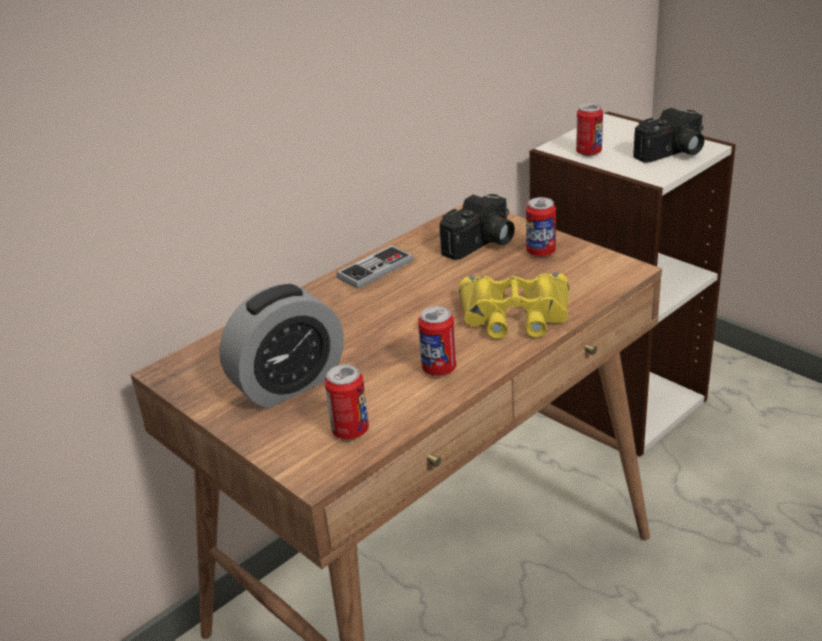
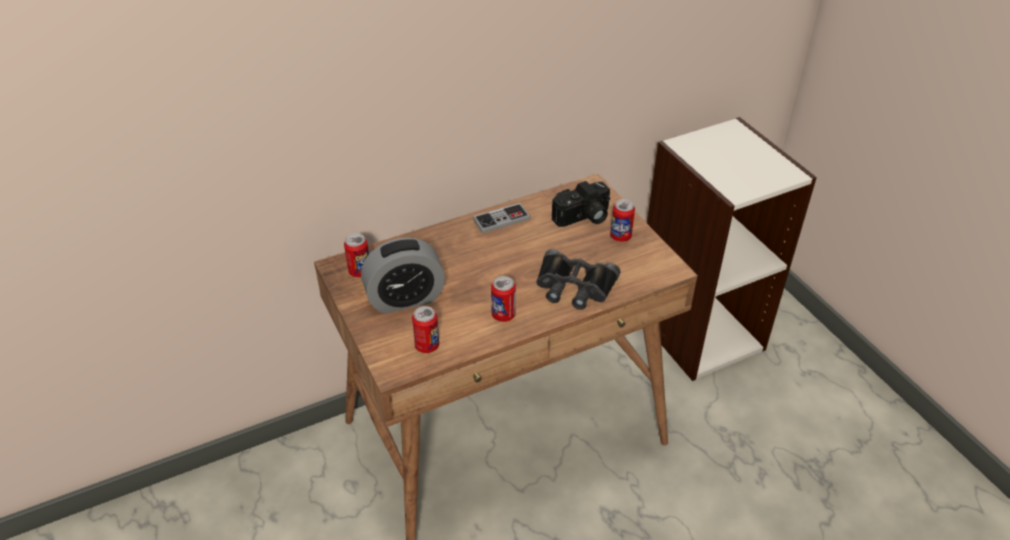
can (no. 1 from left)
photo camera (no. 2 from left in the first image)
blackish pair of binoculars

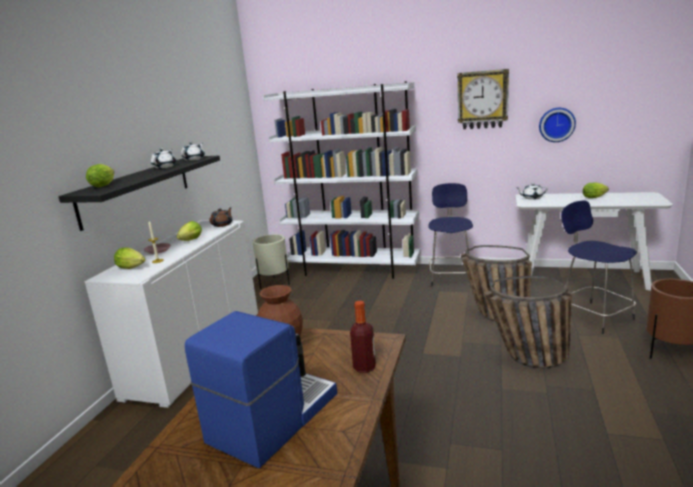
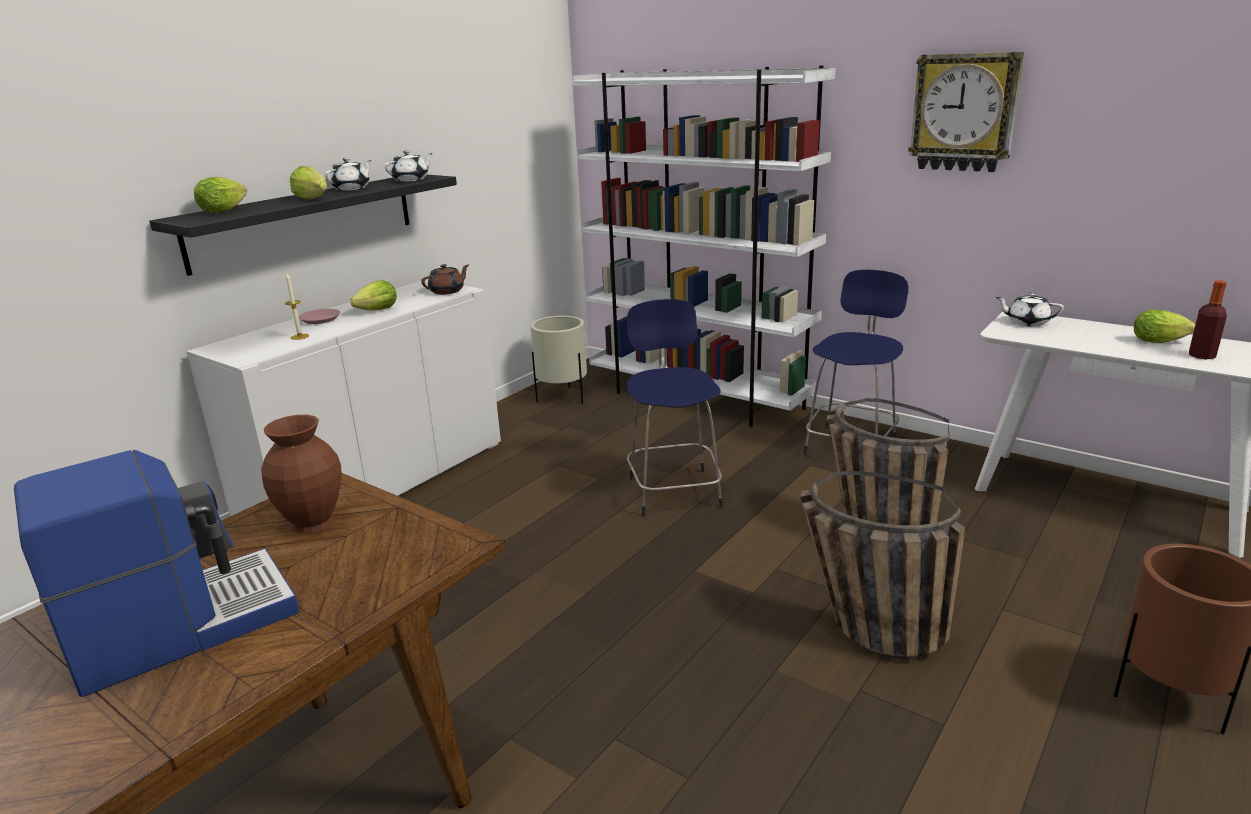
wall clock (no. 2 from left in the first image)
blue sitting stool (no. 1 from left)
lettuce head (no. 2 from left)
drink bottle

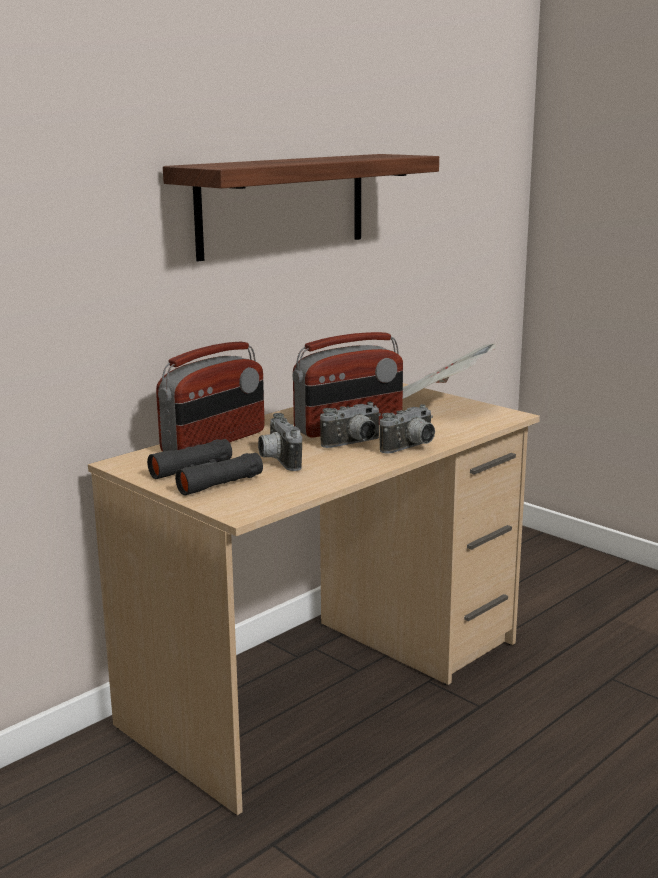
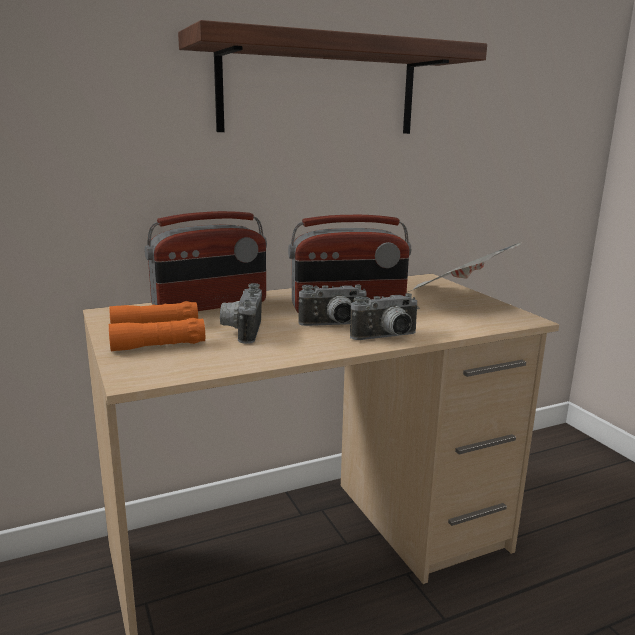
orange pair of binoculars

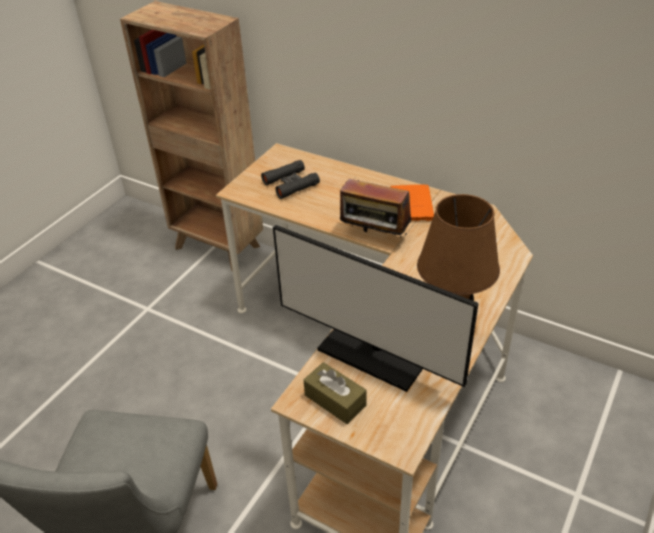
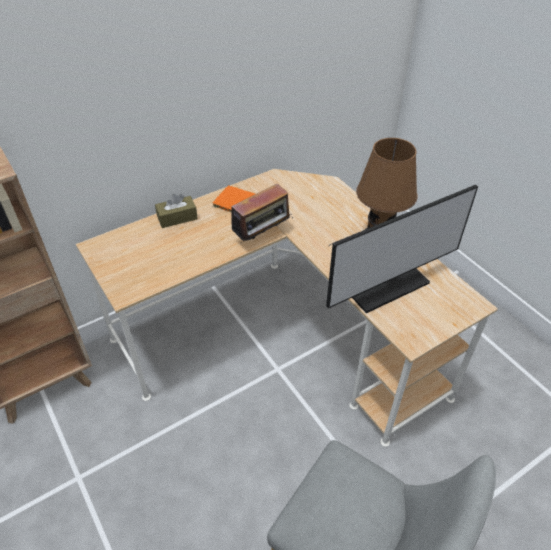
blackish pair of binoculars
brown tissue box

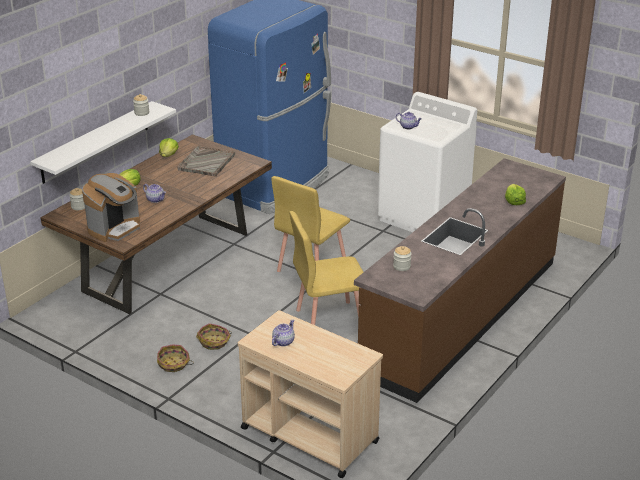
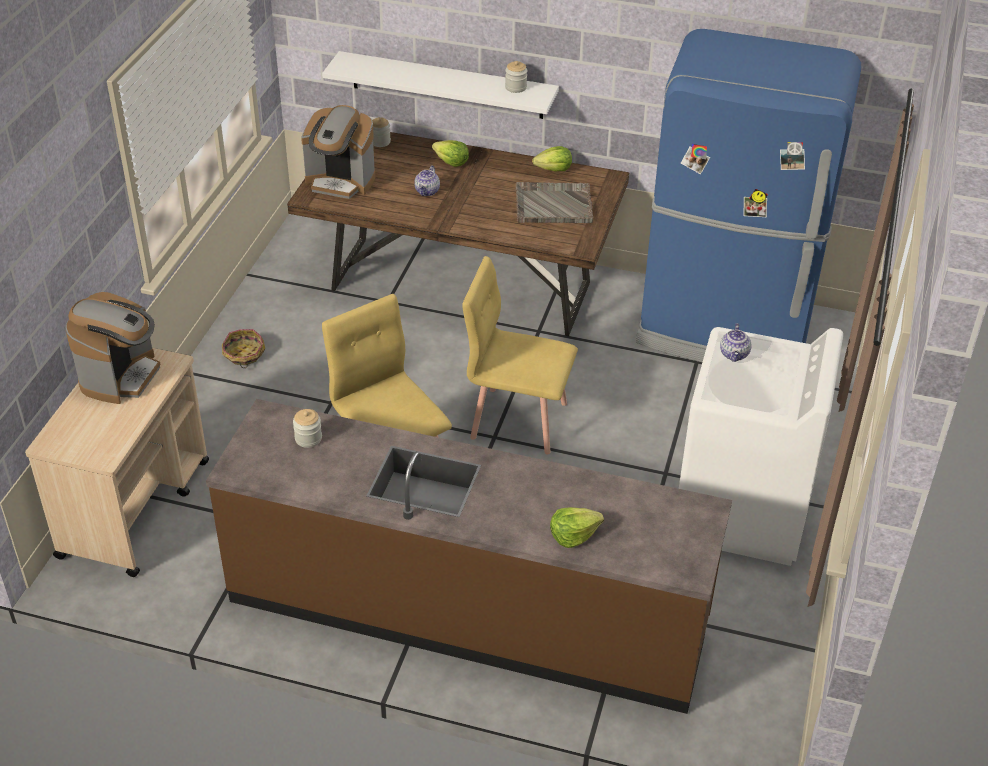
coffee brewer (no. 1 from left)
storage basket (no. 2 from left in the first image)

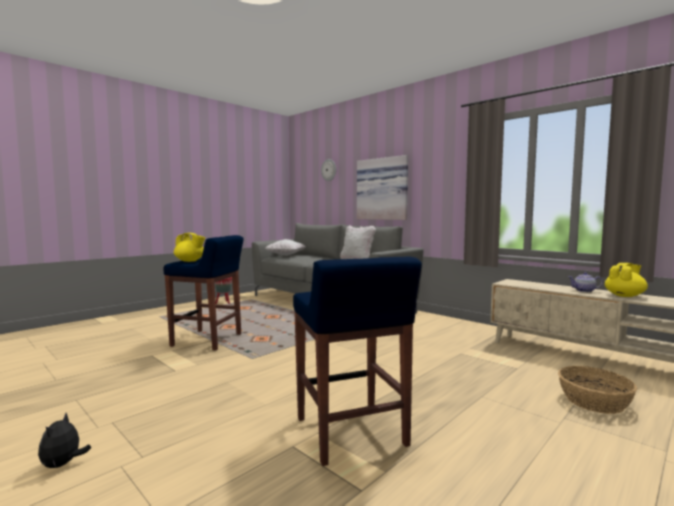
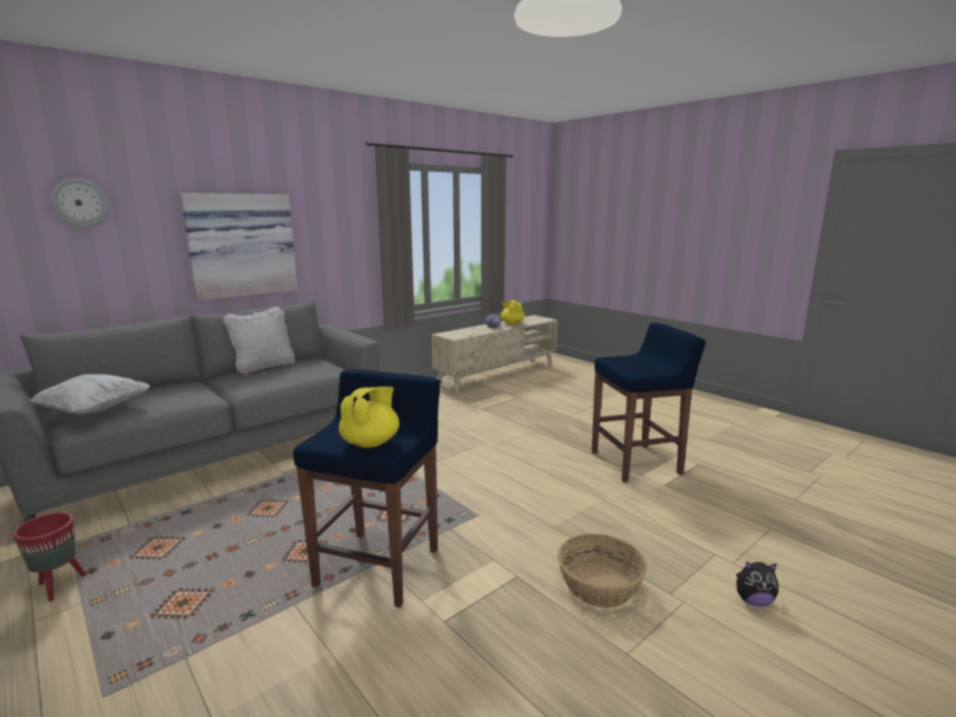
storage basket

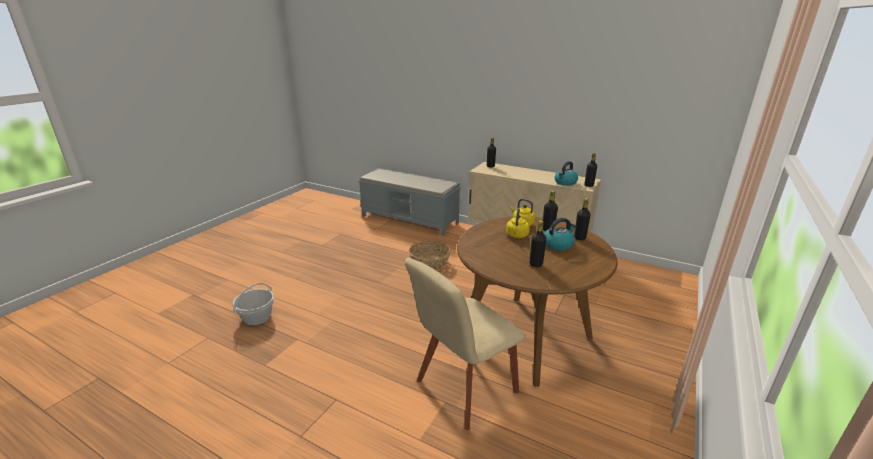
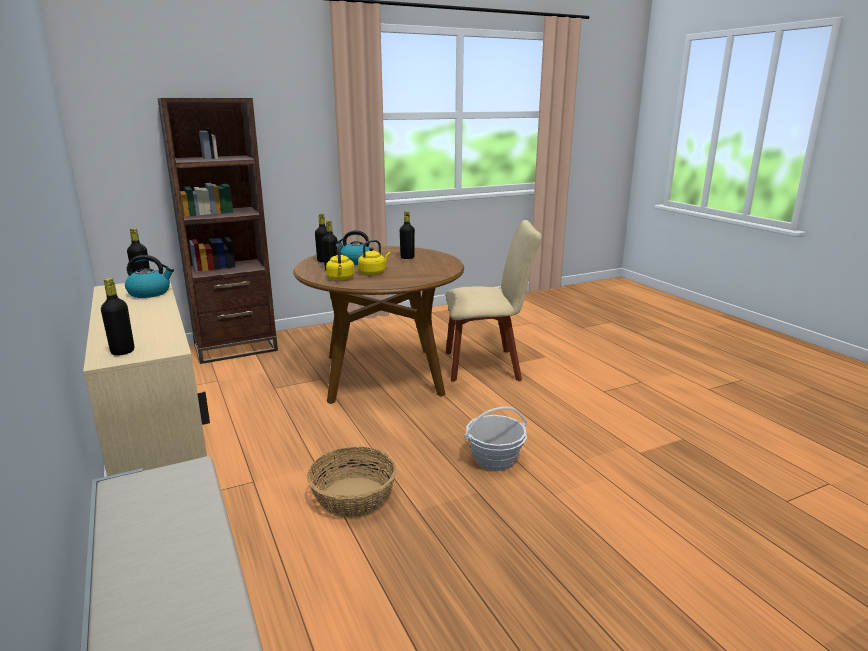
storage basket (no. 2 from left)
brown shelving unit

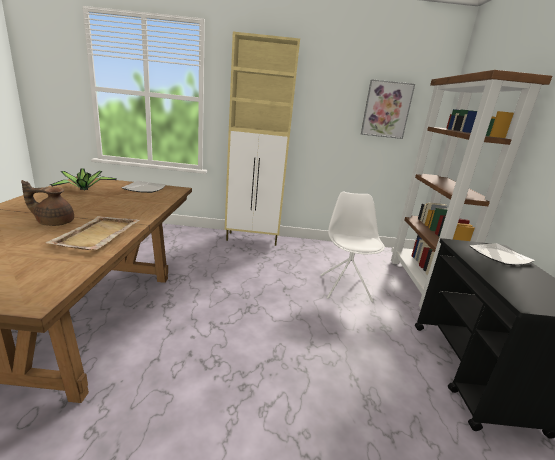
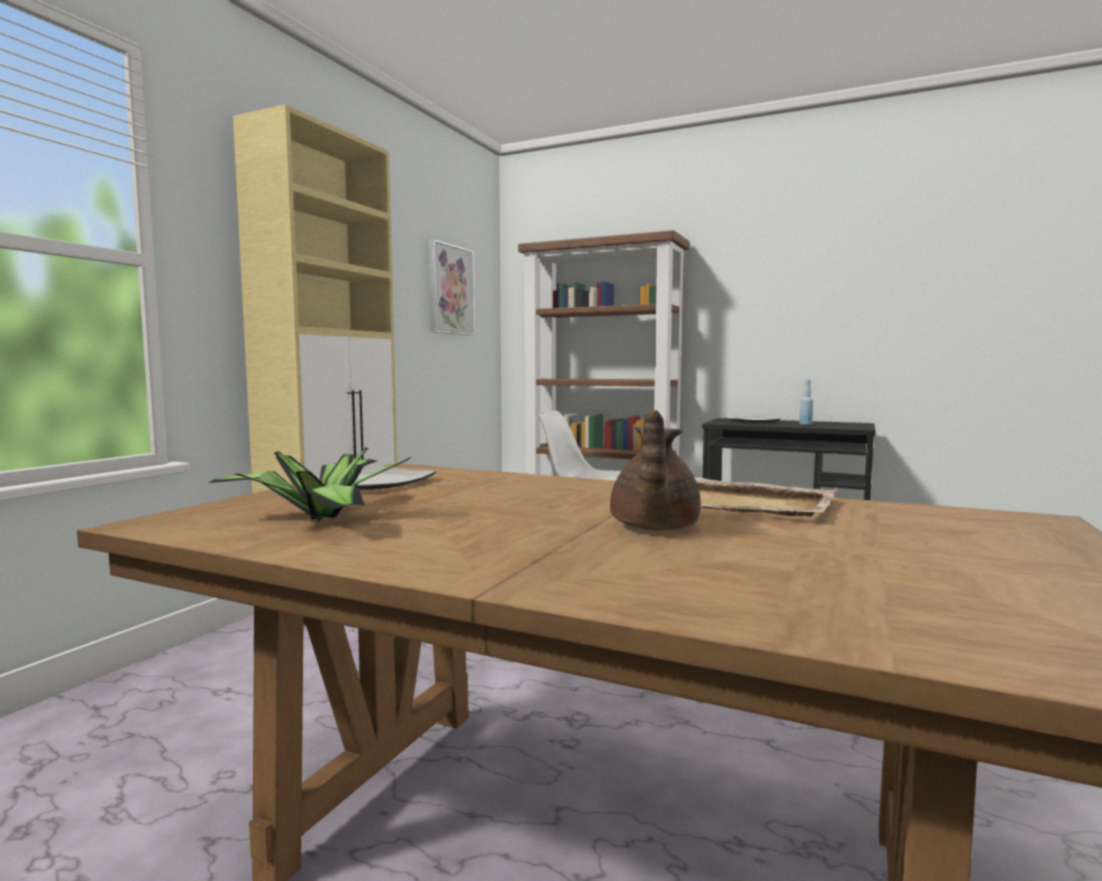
blue drink bottle

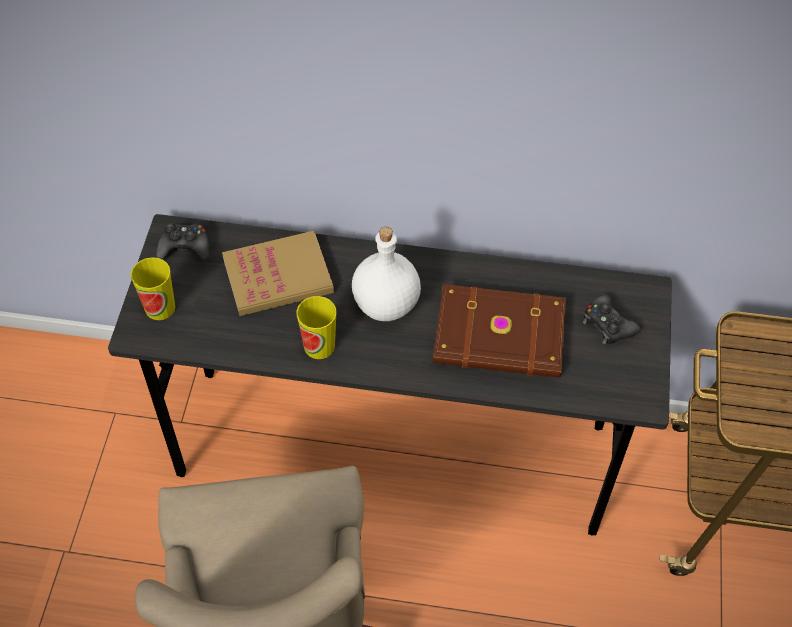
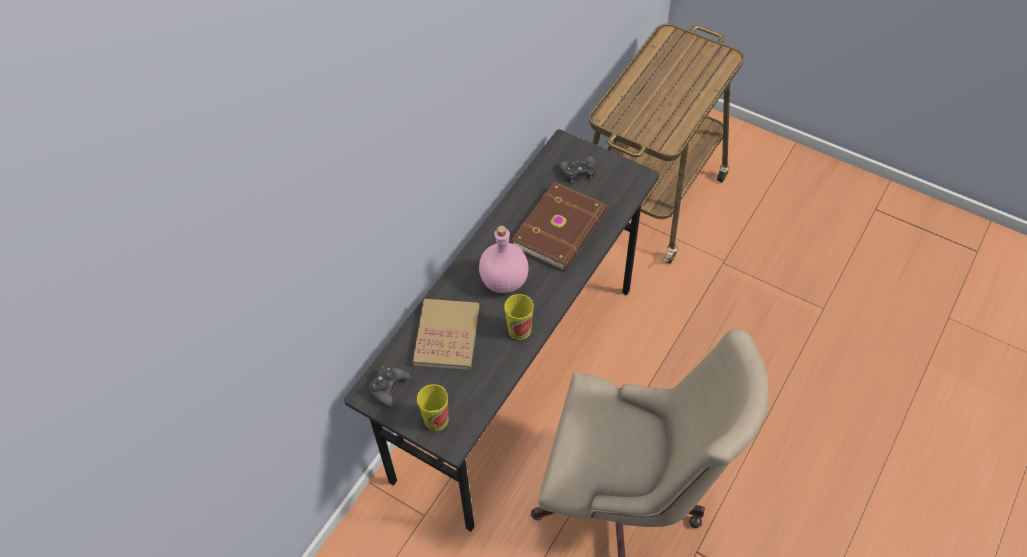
pinkish drink bottle

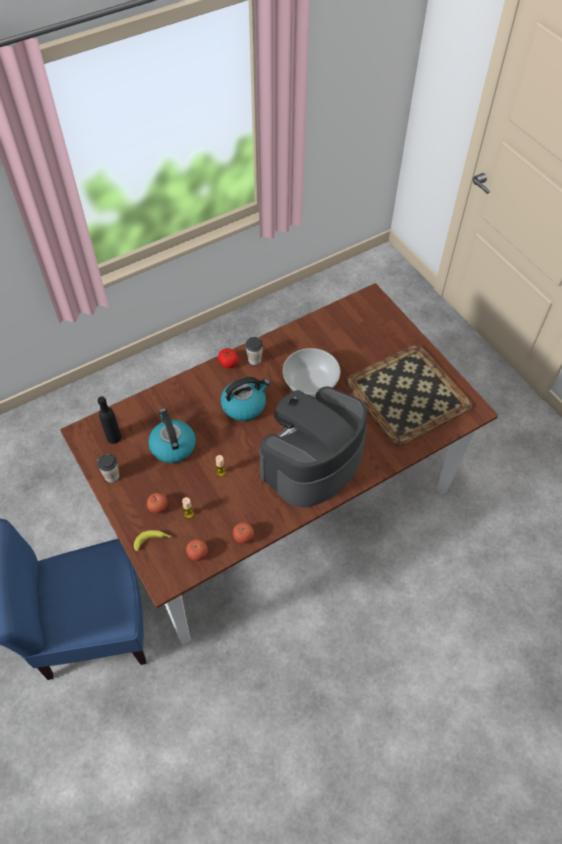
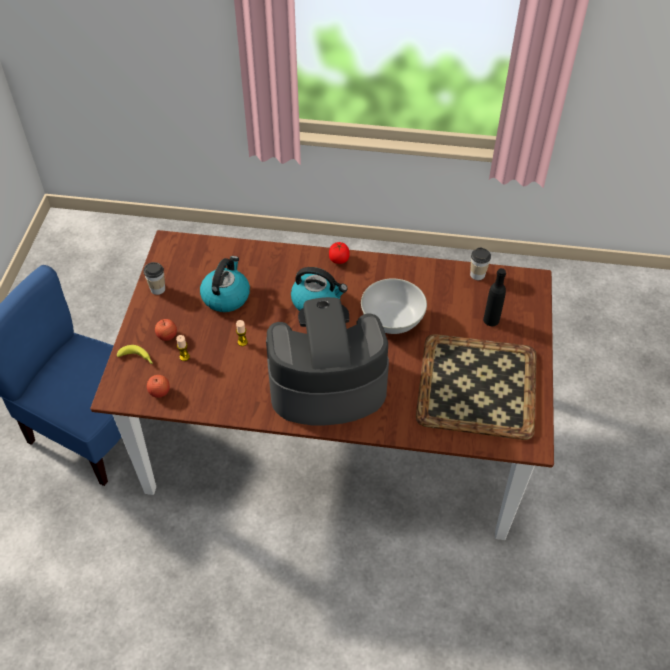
cup (no. 2 from left)
blackish drink bottle
whole apple (no. 3 from left in the first image)

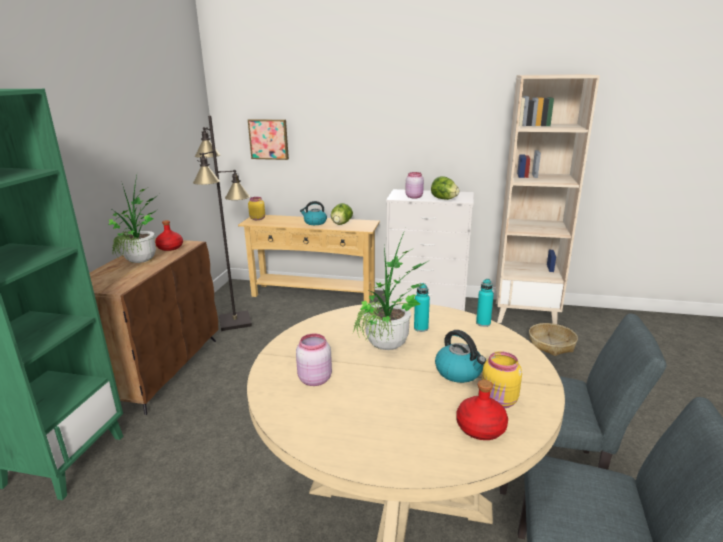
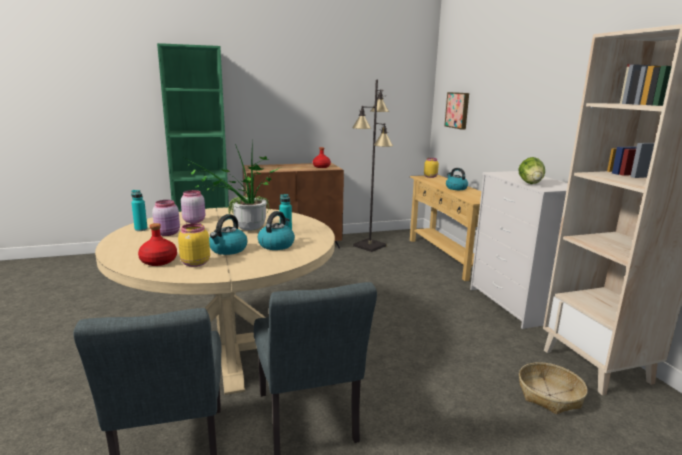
pinkish jar (no. 1 from left)
houseplant (no. 1 from left in the first image)
lettuce head (no. 1 from left in the first image)
blue-green drink bottle (no. 1 from left)
water kettle (no. 2 from left)

